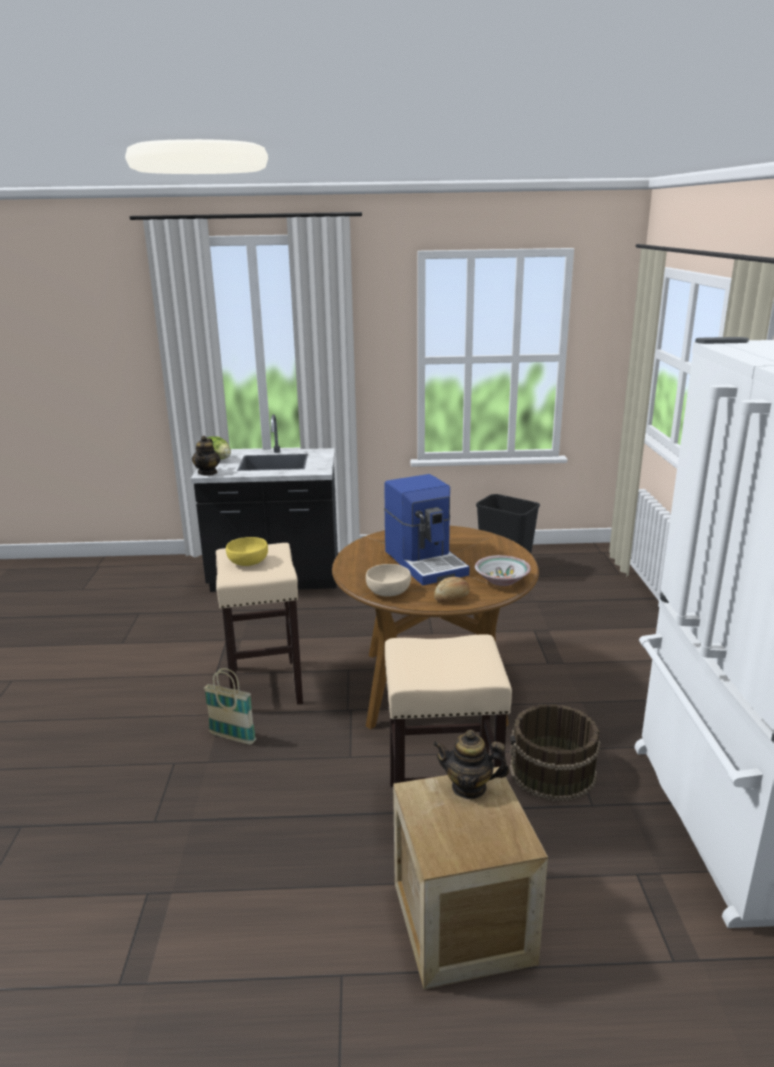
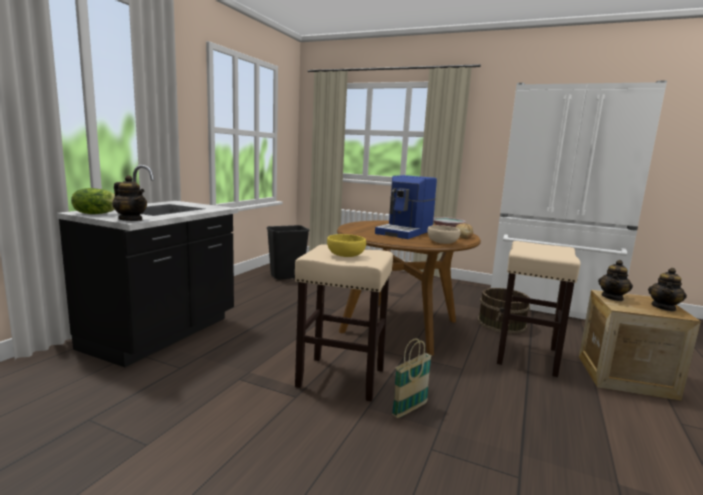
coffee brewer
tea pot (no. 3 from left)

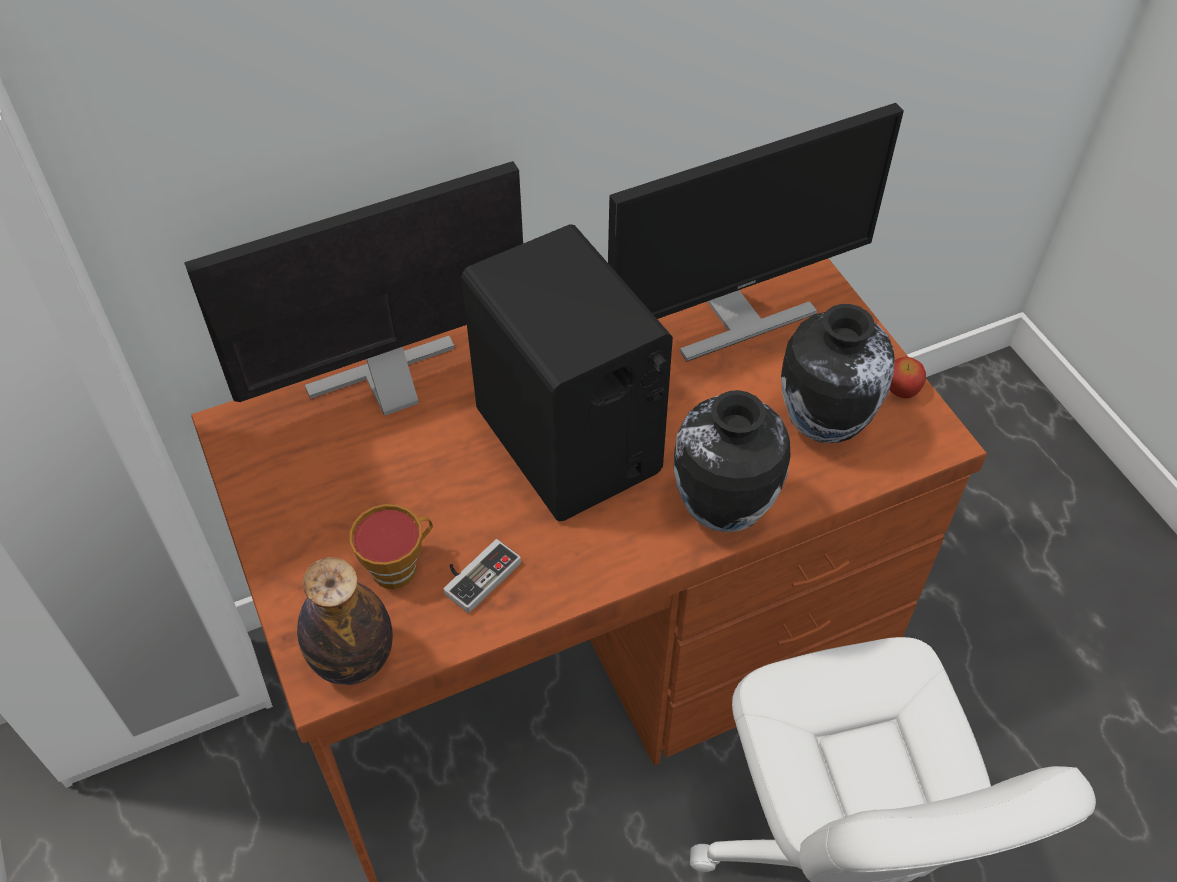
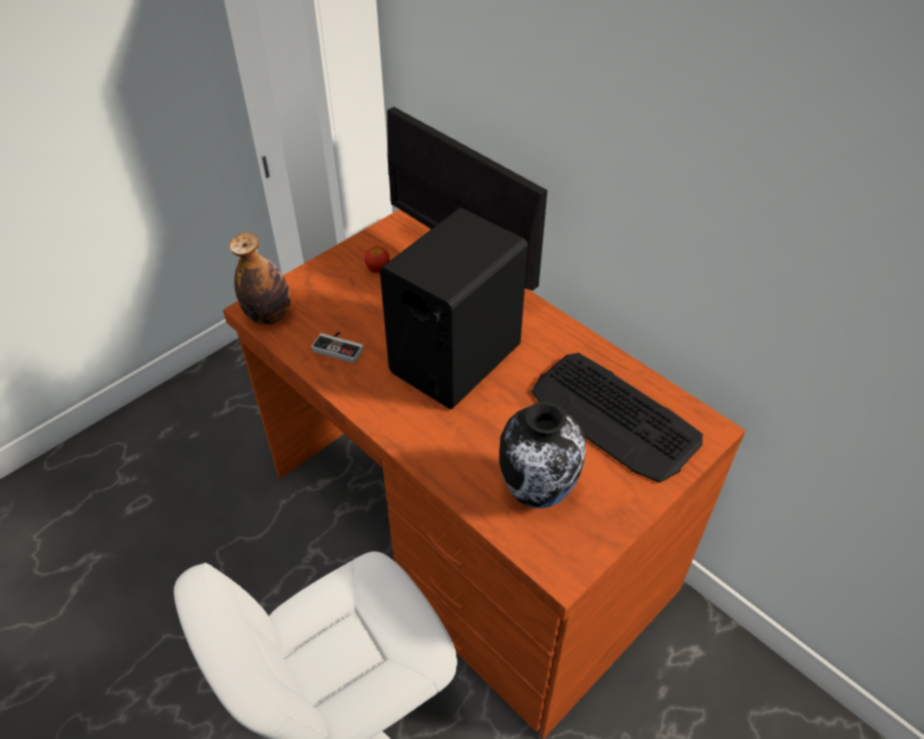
PC keyboard
whole apple
decorative vase (no. 1 from left in the first image)
cup

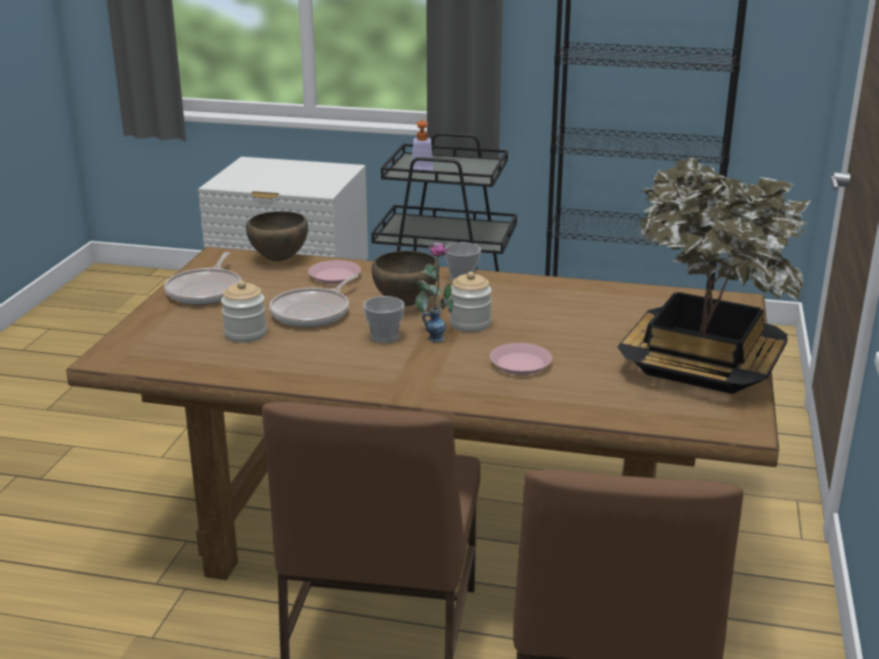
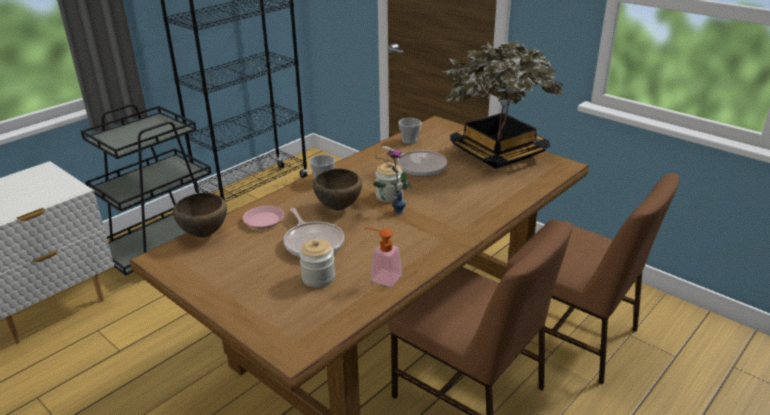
soap bottle
frying pan (no. 2 from left)
cup (no. 2 from left)
pinkish dinner plate (no. 2 from left in the first image)

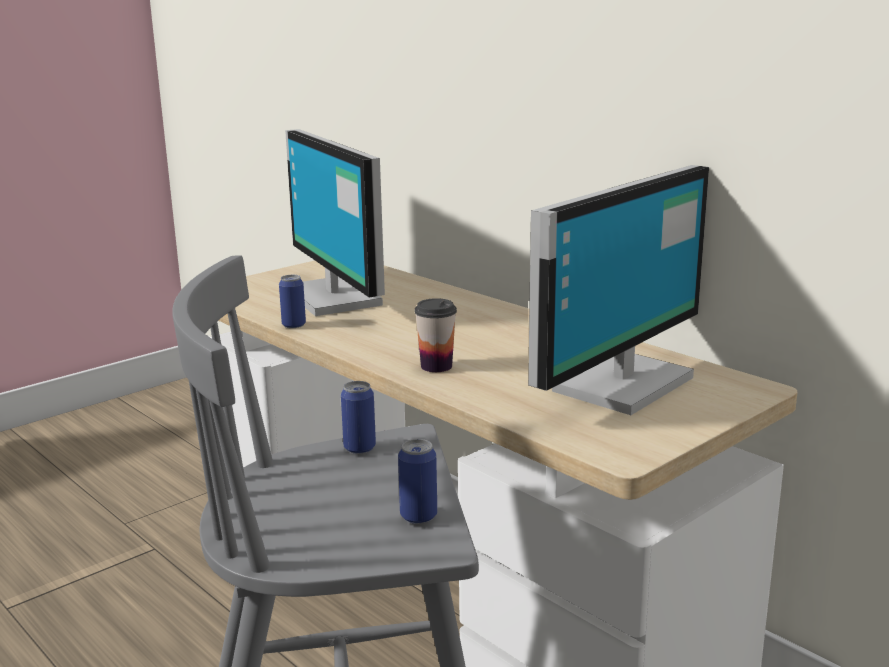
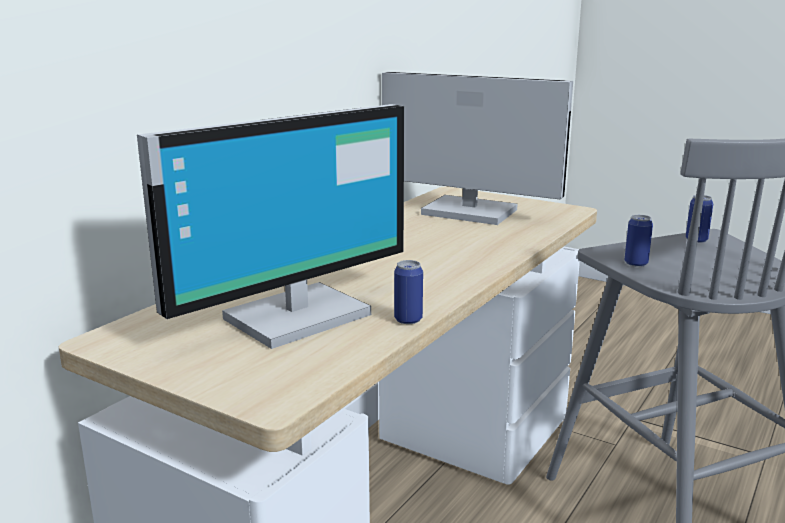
cup

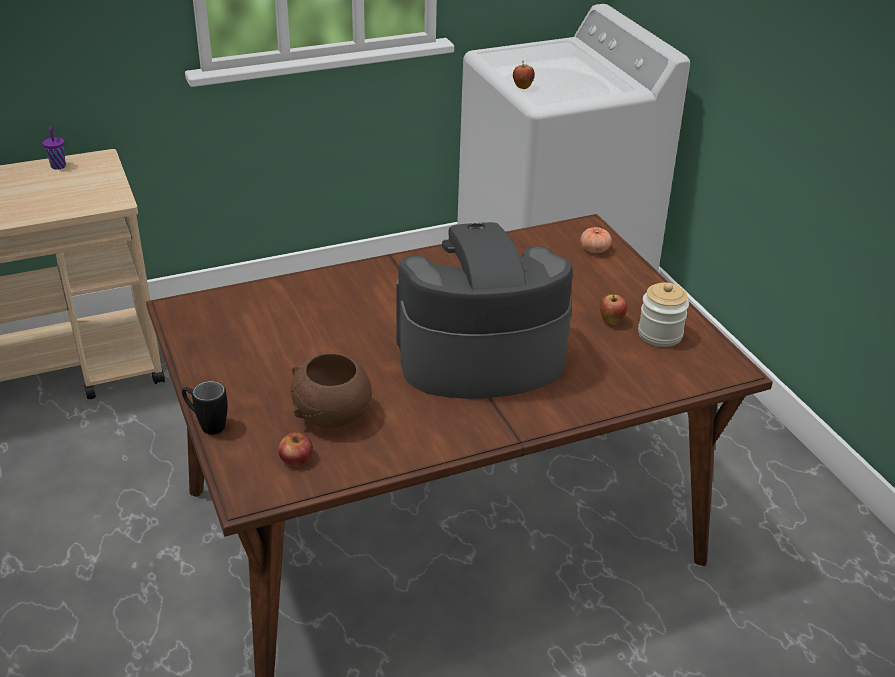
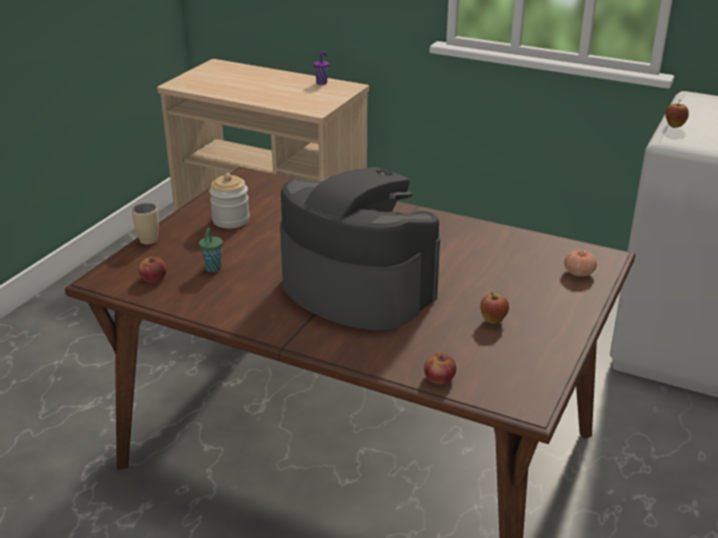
jar
greenish cup
beige-coloured tea mug
whole apple (no. 2 from left)

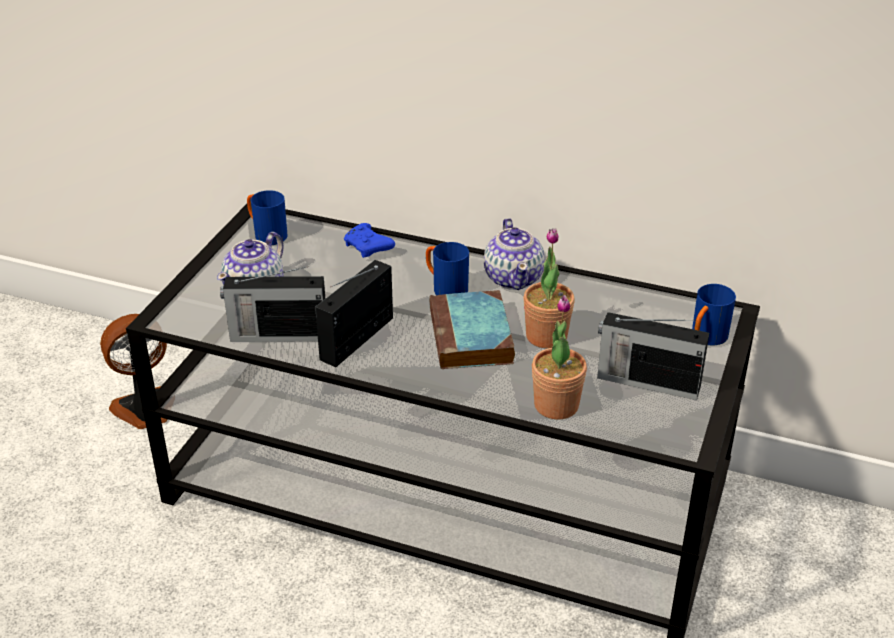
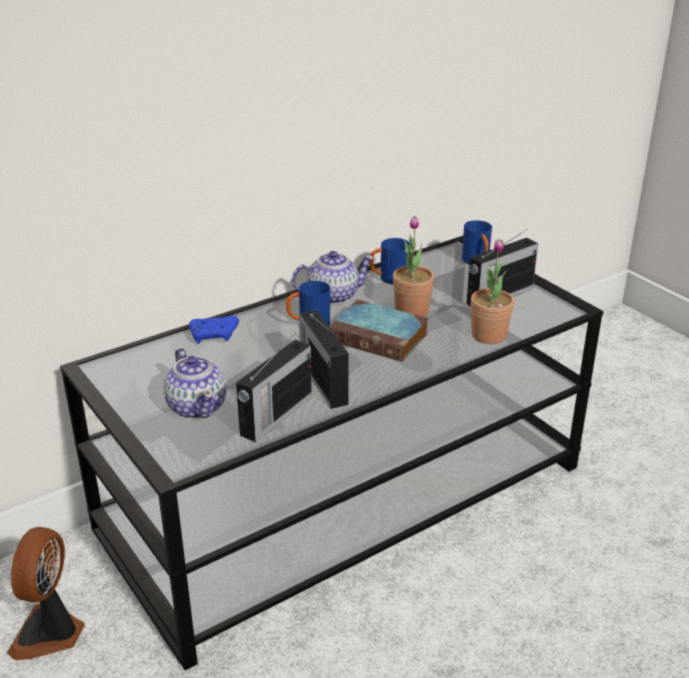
blue tea mug (no. 2 from left)
tea pot (no. 2 from left)

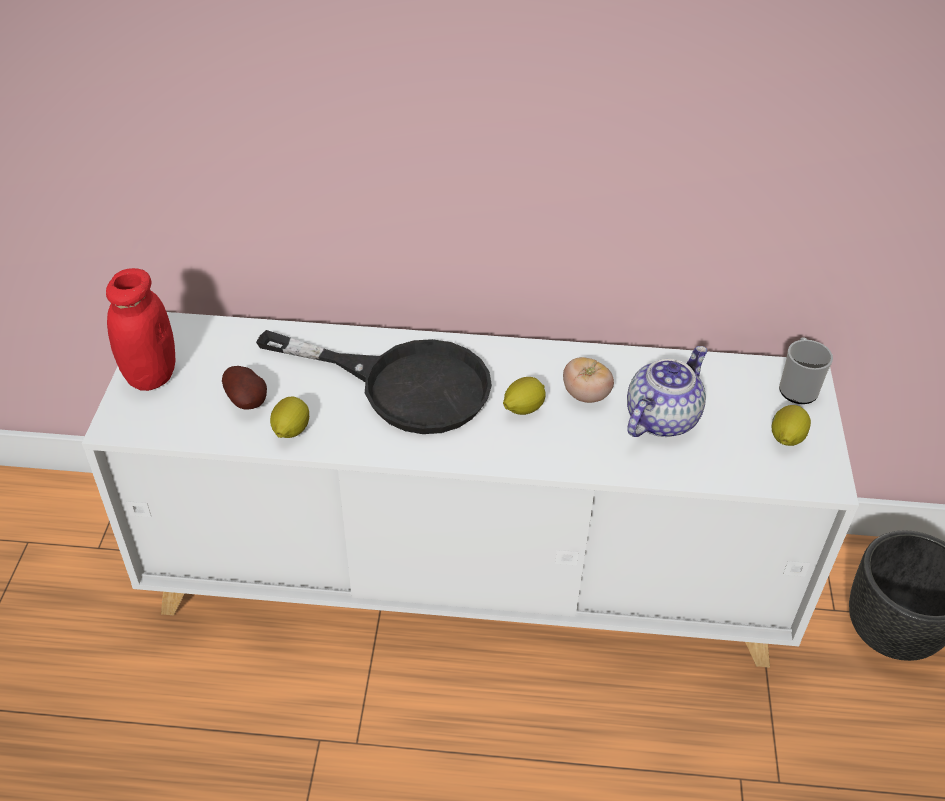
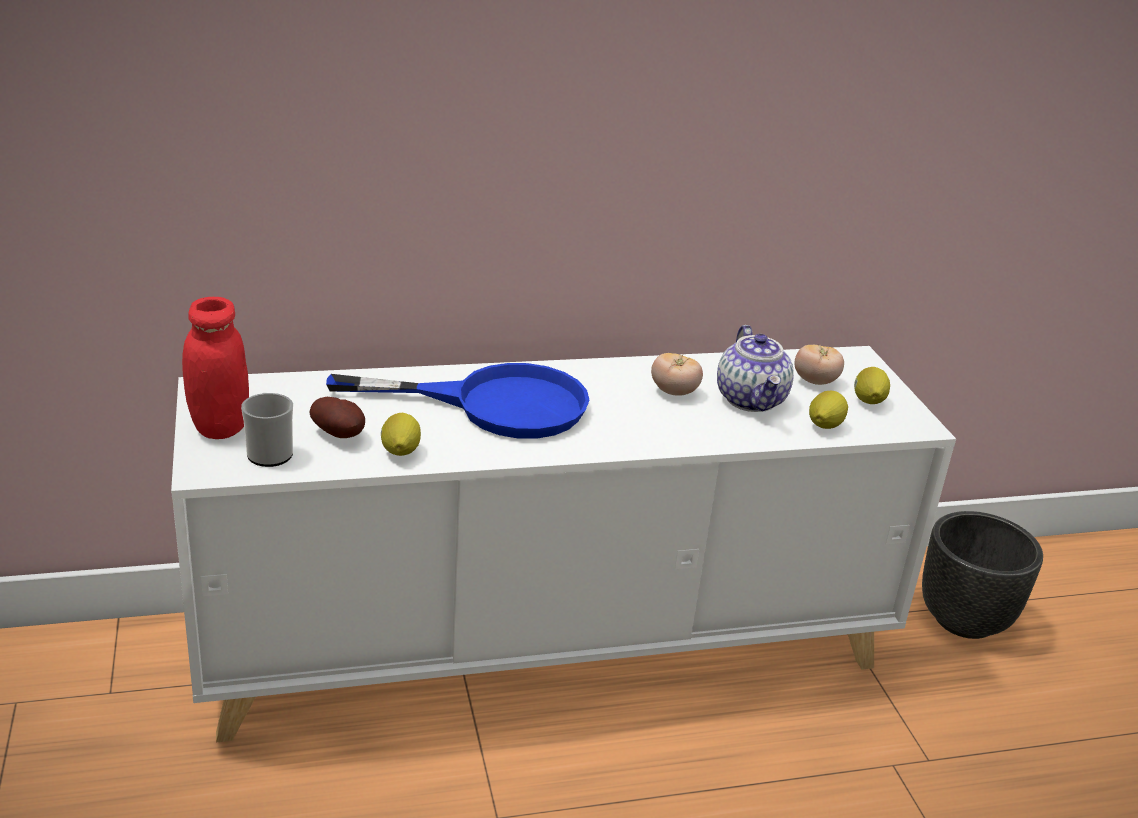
blue frying pan
tea mug
tea pot
whole lemon (no. 2 from left)
fresh tomato (no. 2 from left)

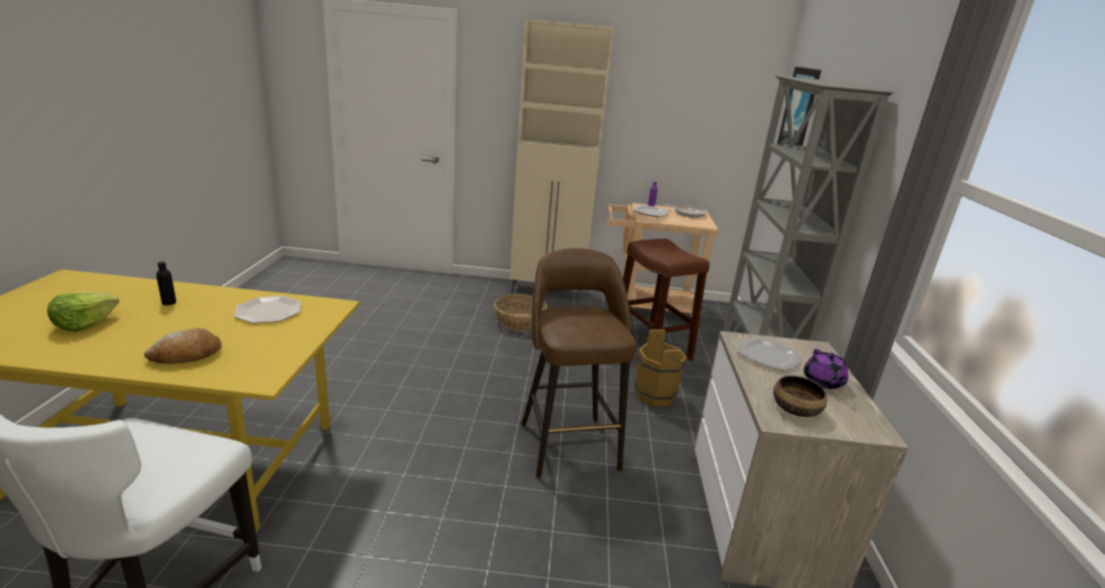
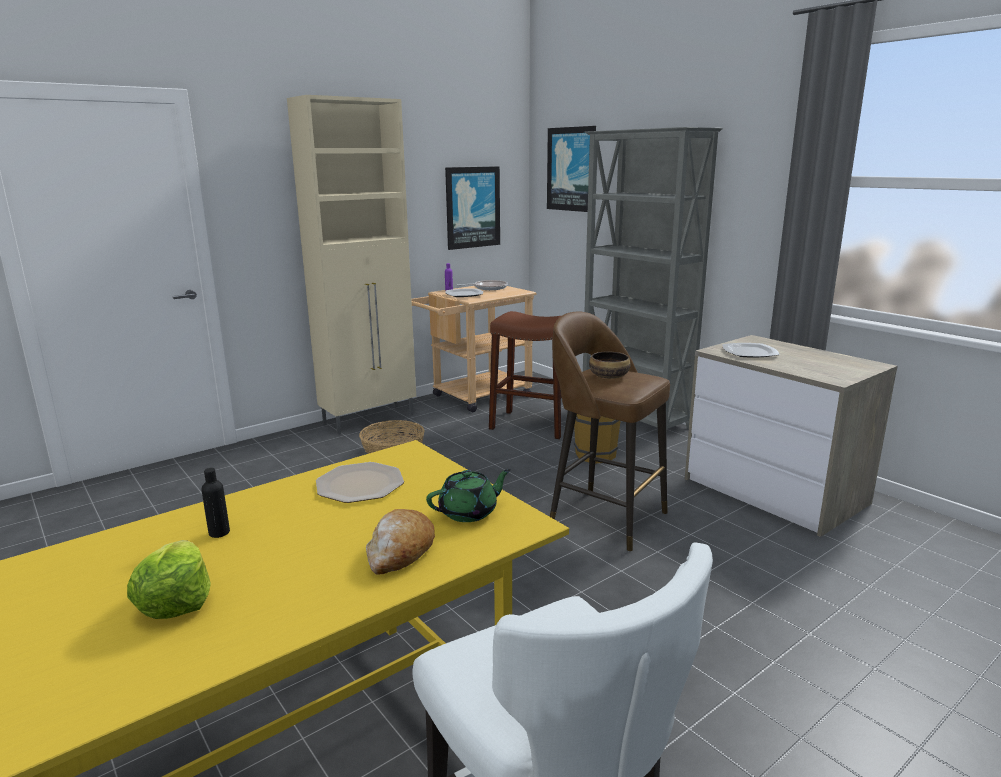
purple-coloured tea pot
bowl
wall art (no. 1 from left)
greenish tea pot

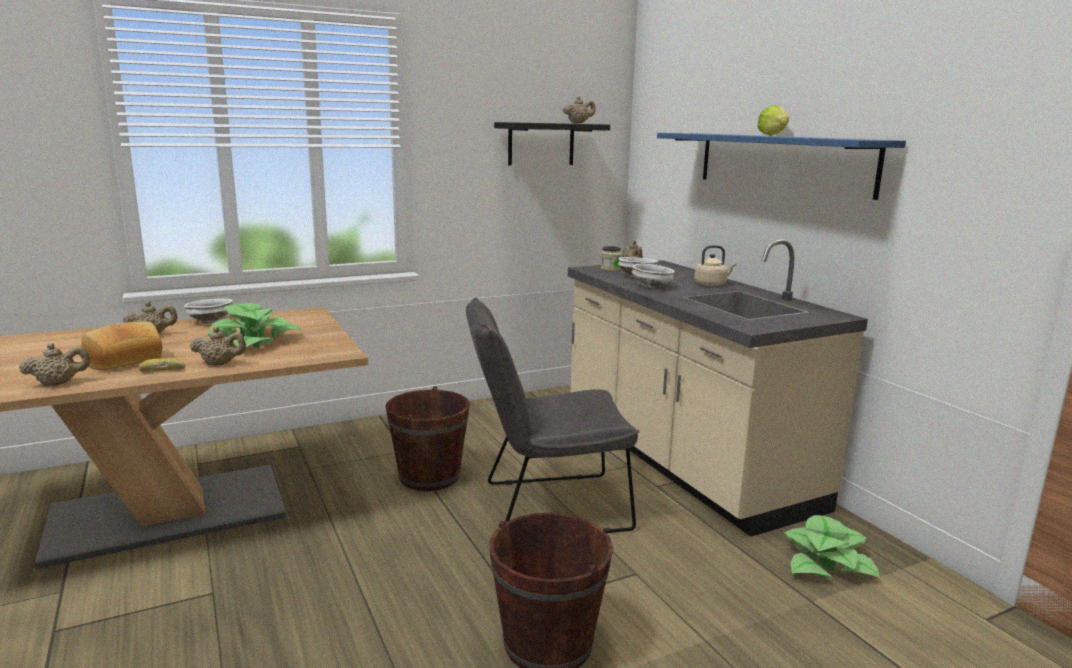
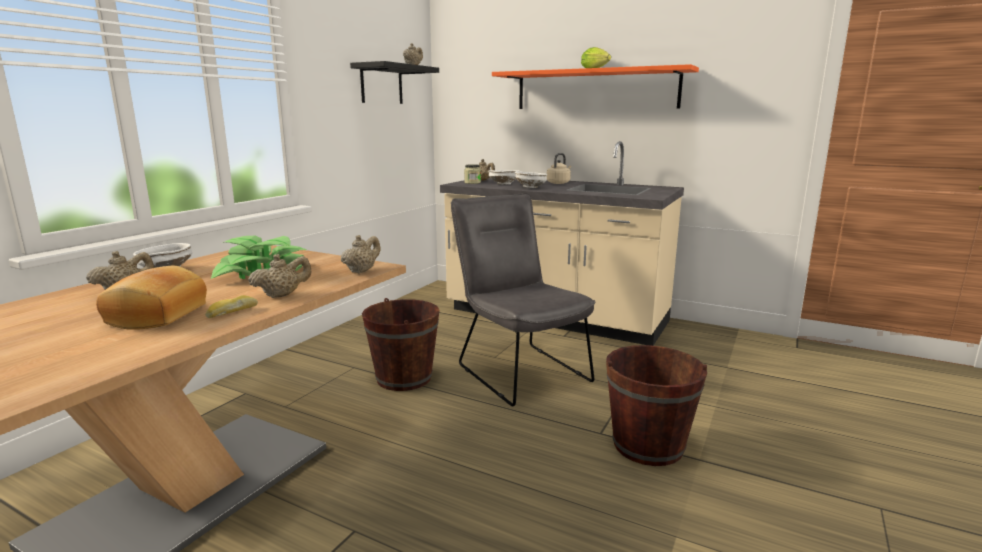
orange bracket shelf
grey chair
beige-coloured tea pot (no. 3 from left)
houseplant (no. 2 from left in the first image)

